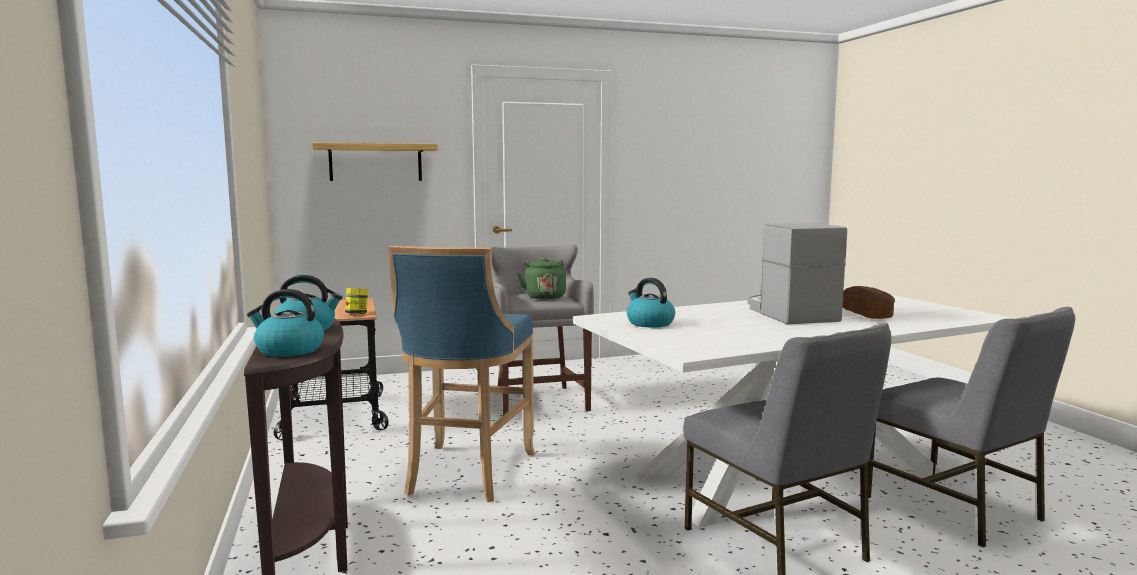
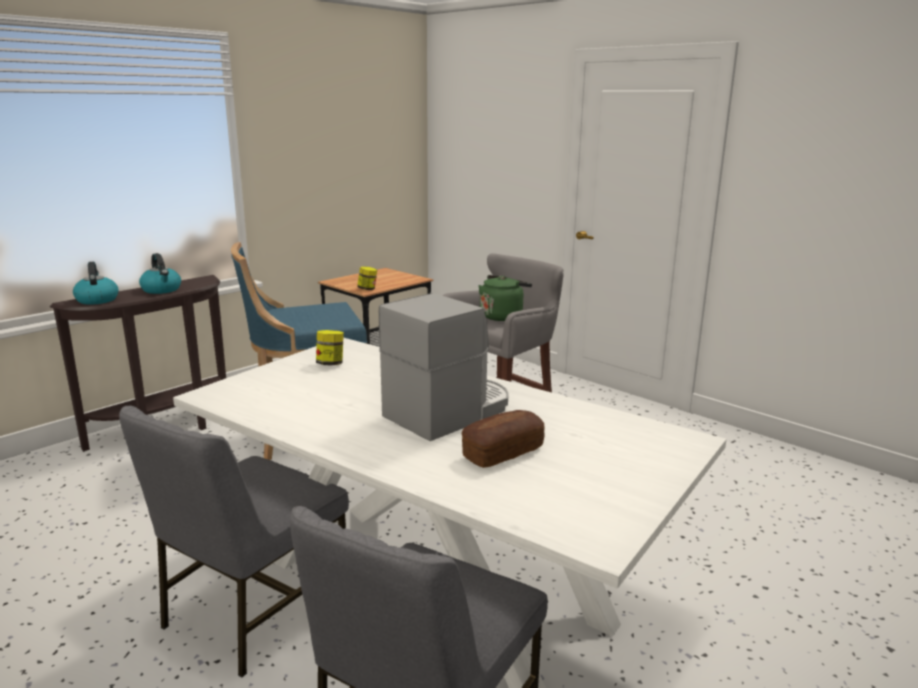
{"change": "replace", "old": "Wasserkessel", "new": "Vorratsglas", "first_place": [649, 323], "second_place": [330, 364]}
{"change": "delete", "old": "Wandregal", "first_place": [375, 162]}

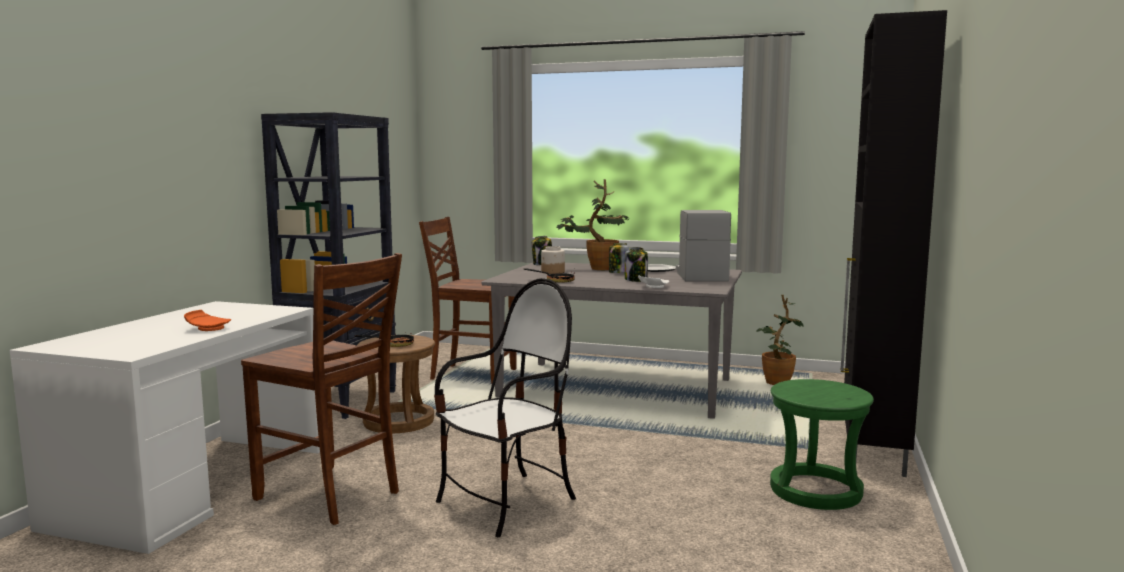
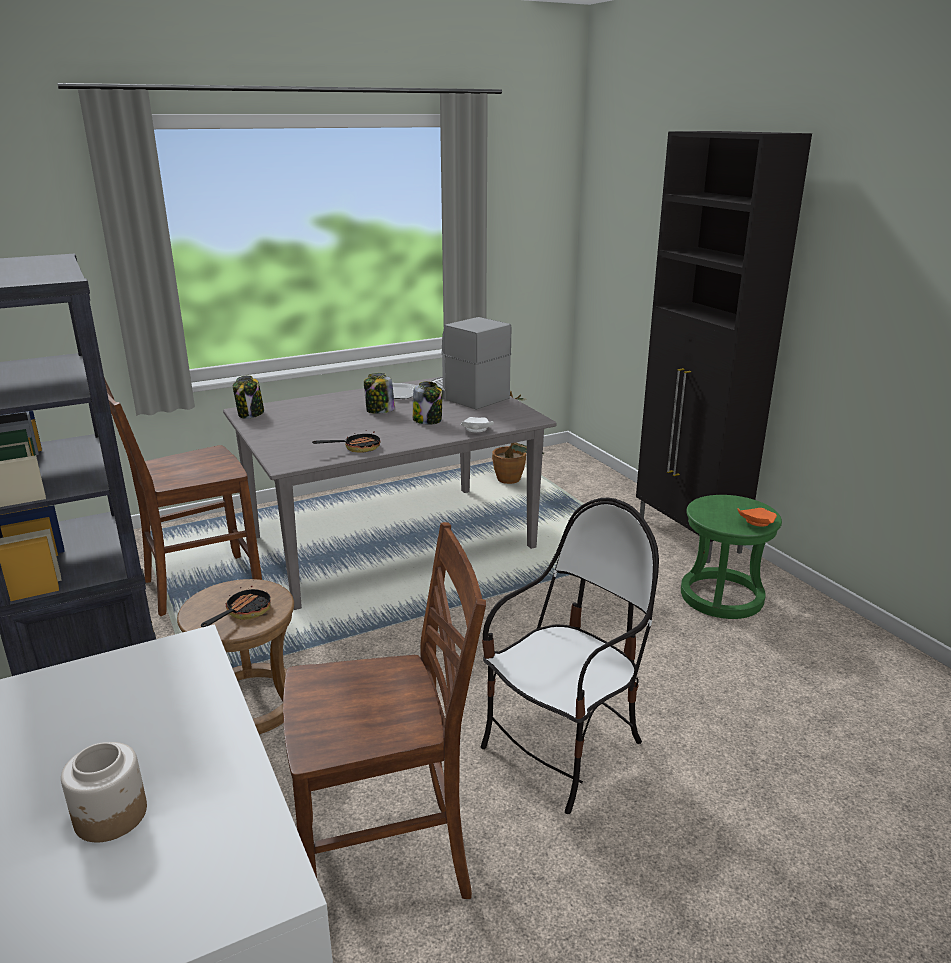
{"change": "move", "old": "Vorratsglas", "first_place": [552, 272], "second_place": [111, 816]}
{"change": "rotate", "old": "Stuhl", "first_place": [507, 503], "second_place": [564, 750], "degrees": 45}
{"change": "move", "old": "Teller [orange]", "first_place": [208, 328], "second_place": [755, 522]}
{"change": "delete", "old": "Topfpflanze", "first_place": [596, 268]}

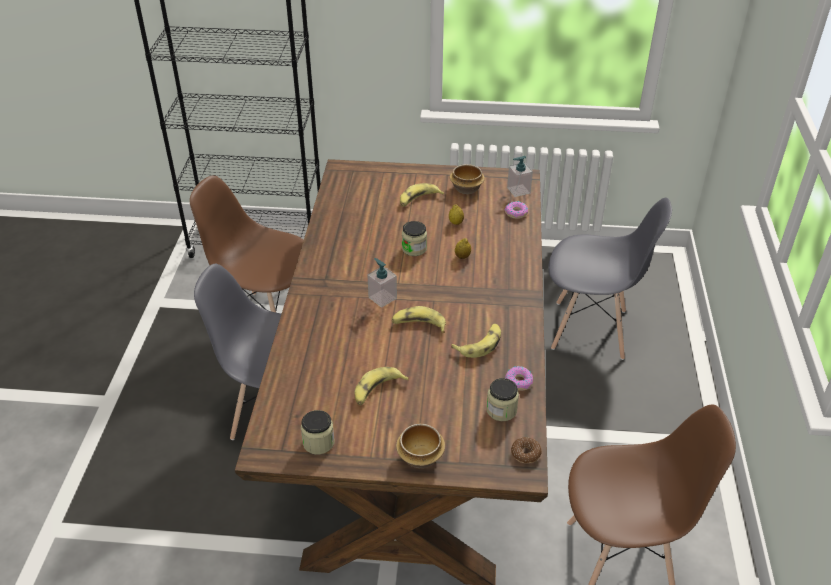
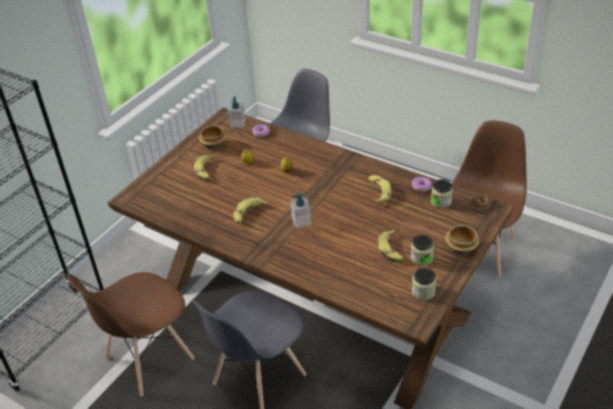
{"change": "move", "old": "Banane", "first_place": [418, 325], "second_place": [248, 214]}
{"change": "move", "old": "Vorratsglas", "first_place": [414, 248], "second_place": [421, 258]}

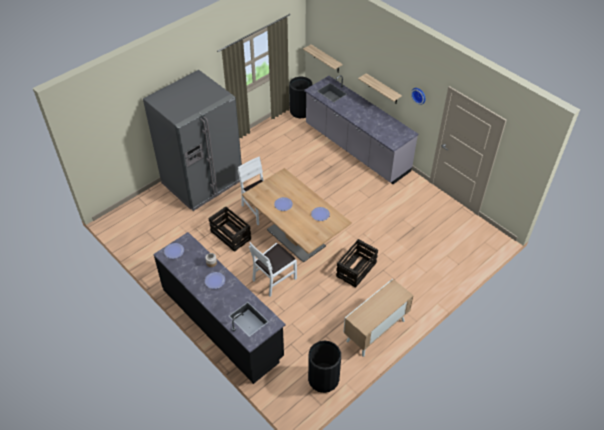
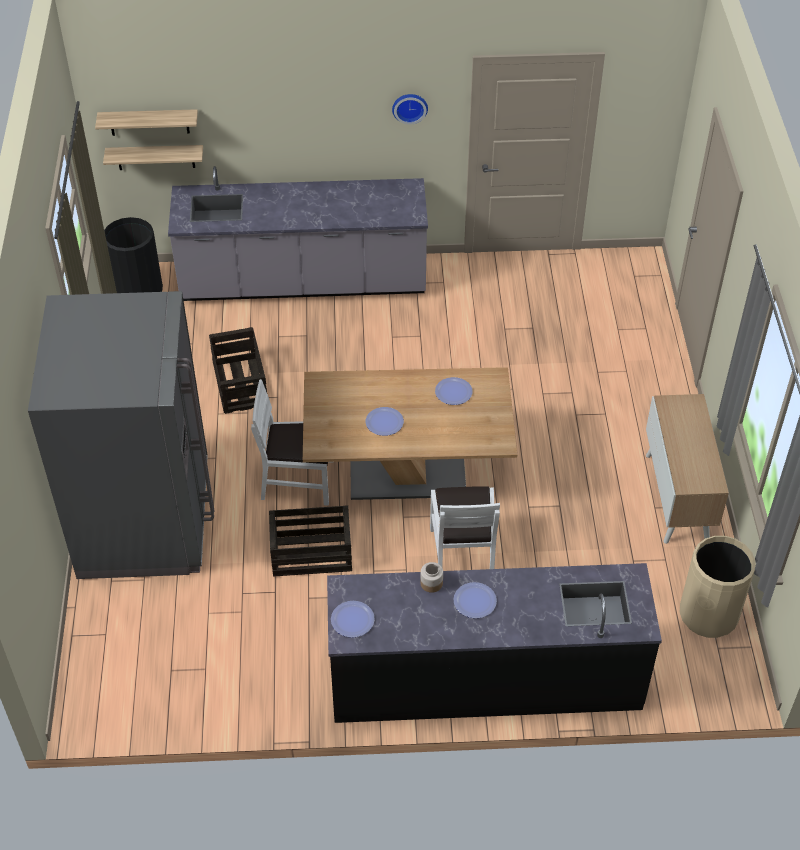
{"change": "move", "old": "Wandregal", "first_place": [383, 89], "second_place": [149, 122]}
{"change": "move", "old": "Kiste", "first_place": [356, 269], "second_place": [239, 383]}
{"change": "recolor", "old": "Mülleimer [schwarz]", "new": "Mülleimer [beige]", "first_place": [323, 379], "second_place": [708, 614]}

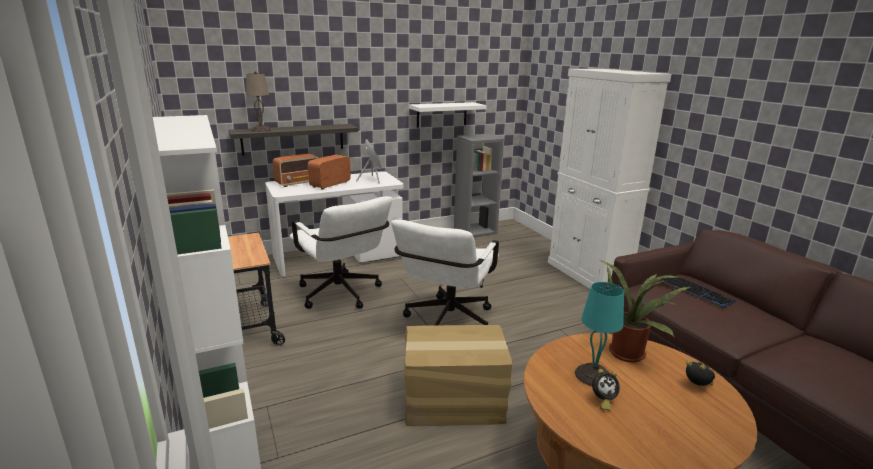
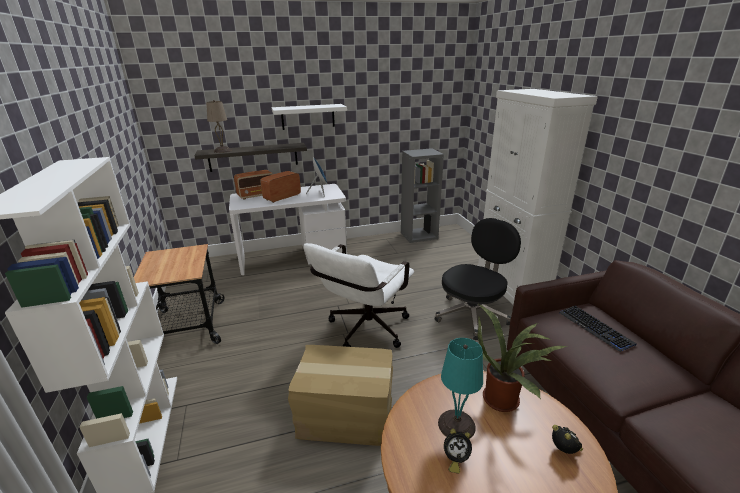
{"change": "move", "old": "Wandregal [weiß]", "first_place": [441, 114], "second_place": [308, 117]}
{"change": "insert", "new": "Bürostuhl [schwarz]", "second_place": [472, 315]}
{"change": "delete", "old": "Bürostuhl [weiß]", "first_place": [342, 295]}

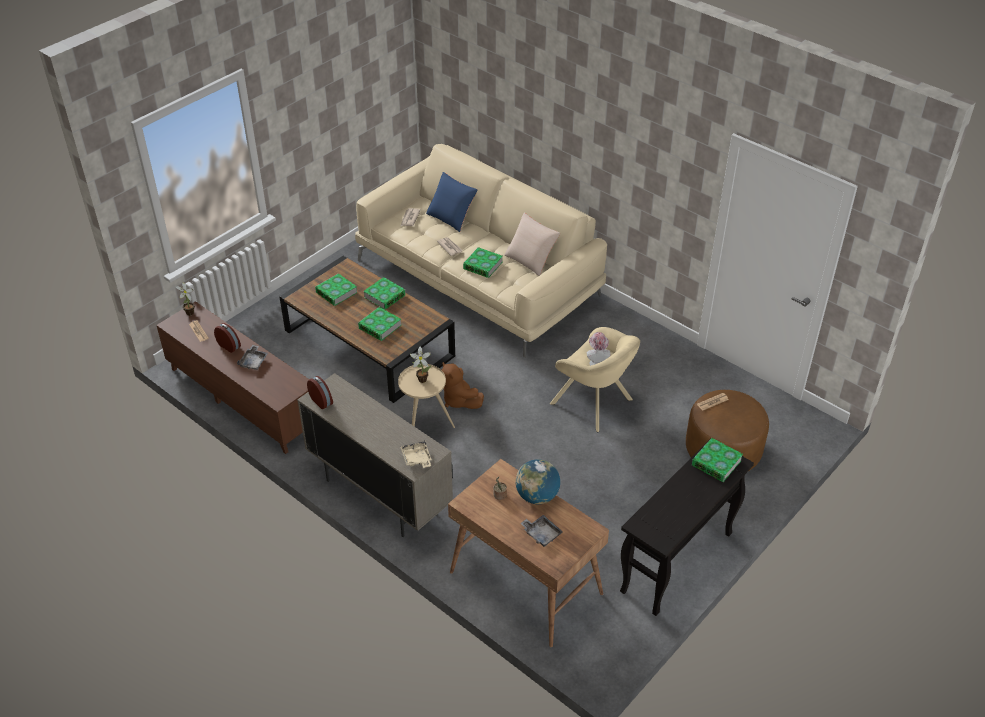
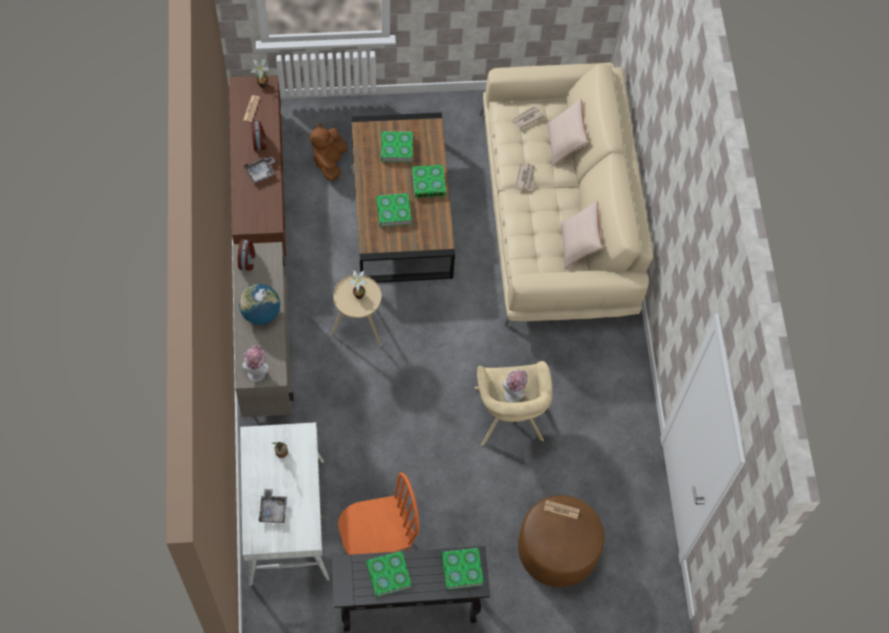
{"change": "move", "old": "Globus", "first_place": [537, 496], "second_place": [261, 313]}
{"change": "recolor", "old": "Schreibtisch [braun]", "new": "Schreibtisch [weiß]", "first_place": [524, 583], "second_place": [286, 521]}
{"change": "replace", "old": "Tablett [beige]", "new": "Hut", "first_place": [416, 459], "second_place": [257, 370]}
{"change": "move", "old": "Plüschtier [braun]", "first_place": [459, 400], "second_place": [329, 161]}
{"change": "insert", "new": "Stuhl [orange]", "second_place": [378, 548]}
{"change": "move", "old": "Buch", "first_place": [483, 265], "second_place": [388, 575]}
{"change": "recolor", "old": "Kissen [blau]", "new": "Kissen [beige]", "first_place": [451, 217], "second_place": [564, 144]}

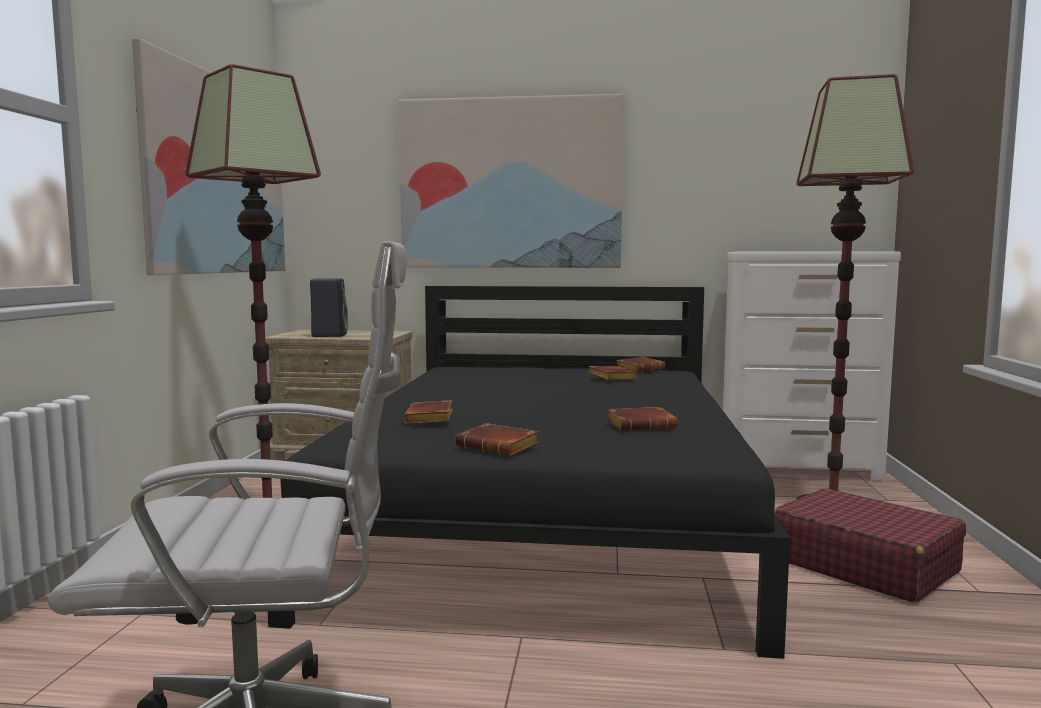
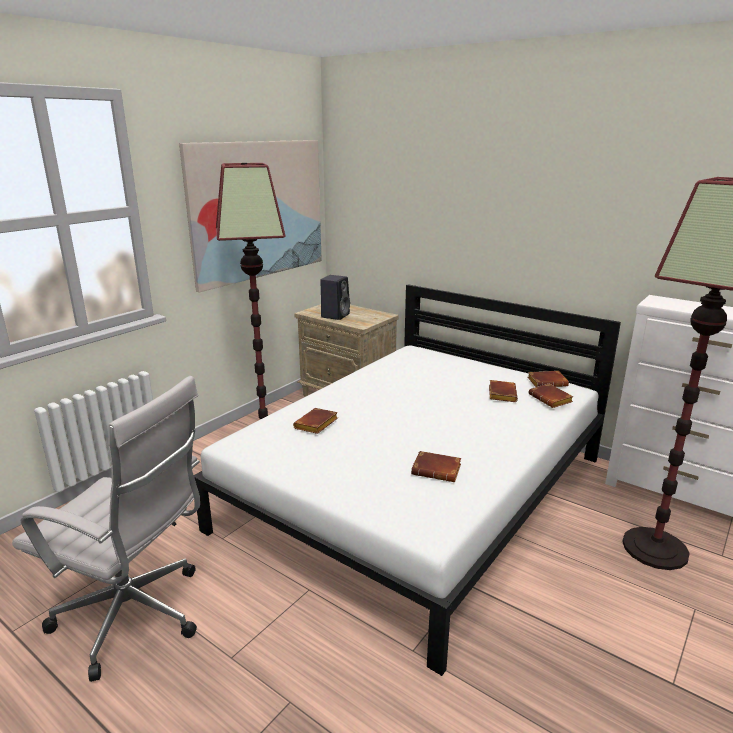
{"change": "recolor", "old": "Bett [schwarz]", "new": "Bett [weiß]", "first_place": [547, 520], "second_place": [418, 492]}
{"change": "move", "old": "Buch [braun]", "first_place": [500, 447], "second_place": [551, 399]}
{"change": "delete", "old": "Bild", "first_place": [510, 184]}
{"change": "delete", "old": "Koffer [rot]", "first_place": [862, 564]}

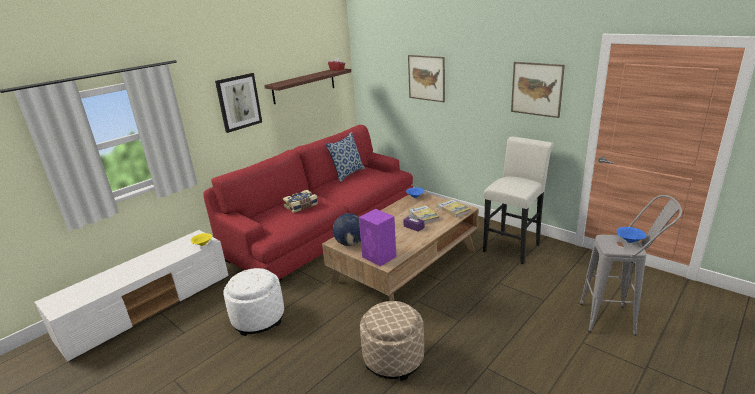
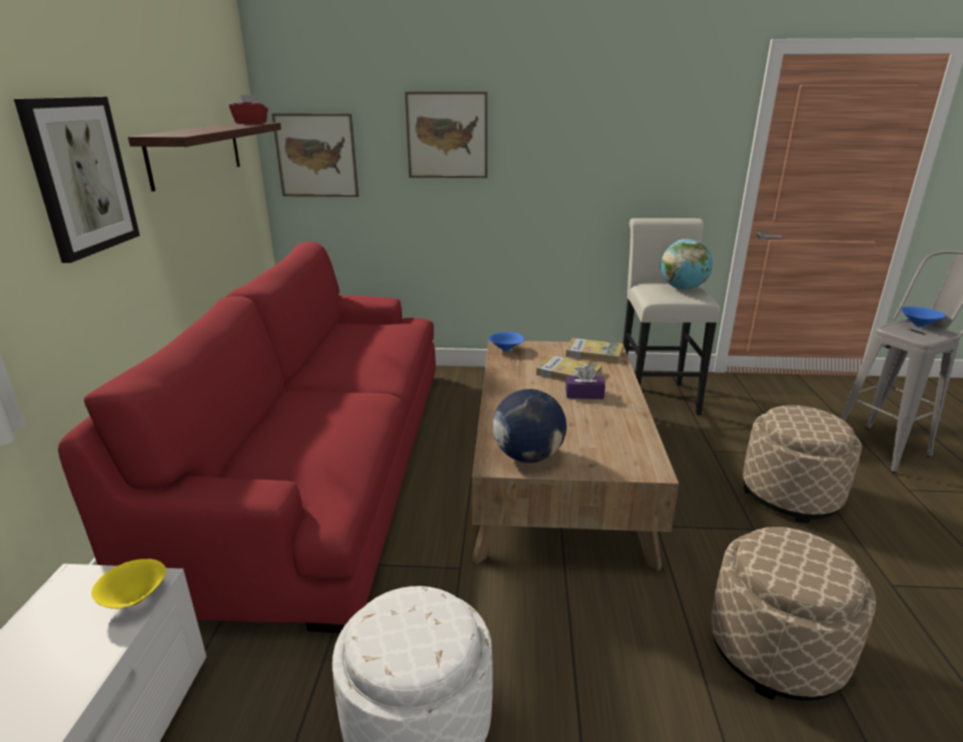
{"change": "move", "old": "Bild", "first_place": [536, 89], "second_place": [316, 155]}
{"change": "insert", "new": "Globus", "second_place": [682, 289]}
{"change": "insert", "new": "Polsterhocker [beige]", "second_place": [790, 495]}
{"change": "delete", "old": "Buch", "first_place": [301, 206]}
{"change": "delete", "old": "Kissen", "first_place": [347, 174]}
{"change": "delete", "old": "Lautsprecher [lila]", "first_place": [379, 257]}

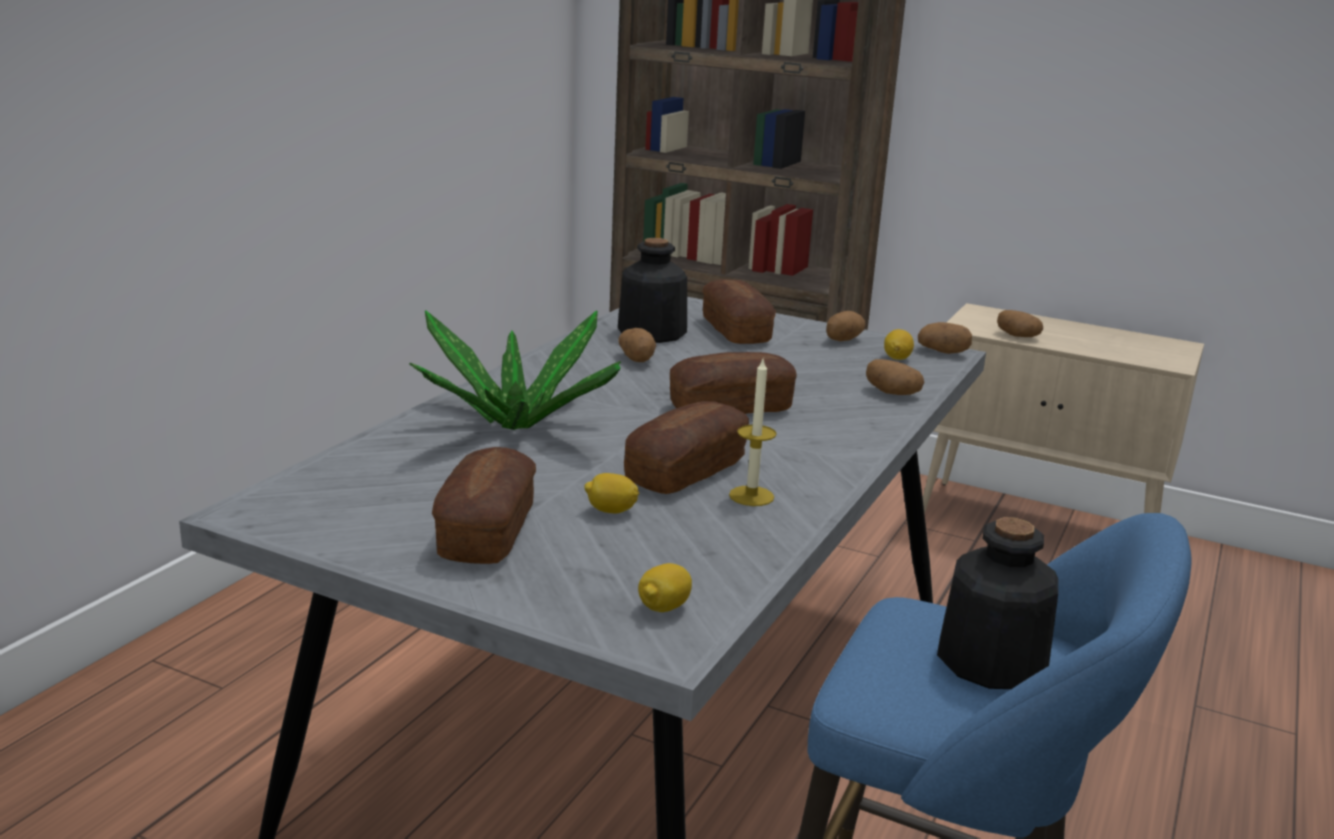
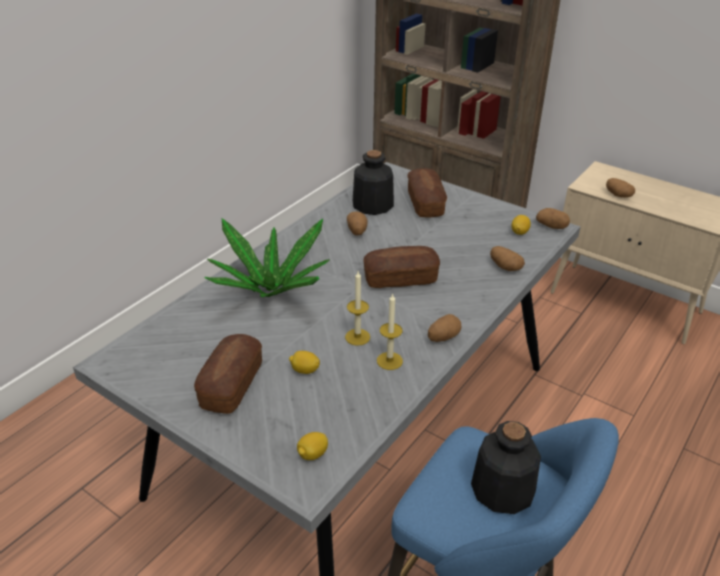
{"change": "replace", "old": "Brot", "new": "Kerze", "first_place": [686, 471], "second_place": [357, 337]}
{"change": "move", "old": "Kartoffel", "first_place": [842, 339], "second_place": [443, 337]}

